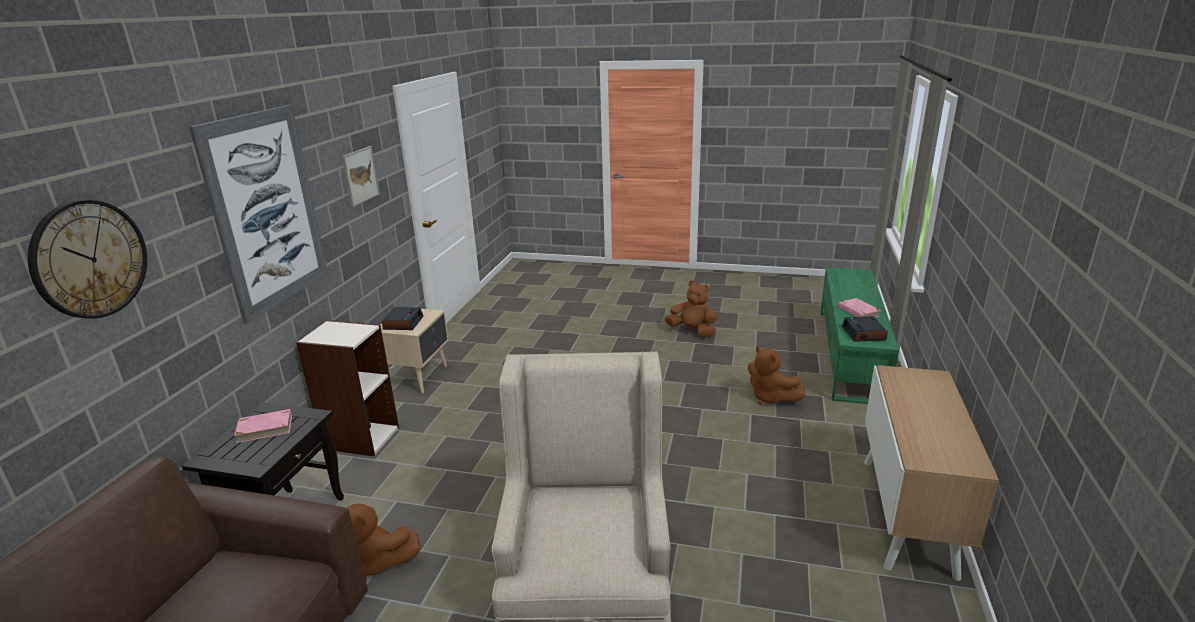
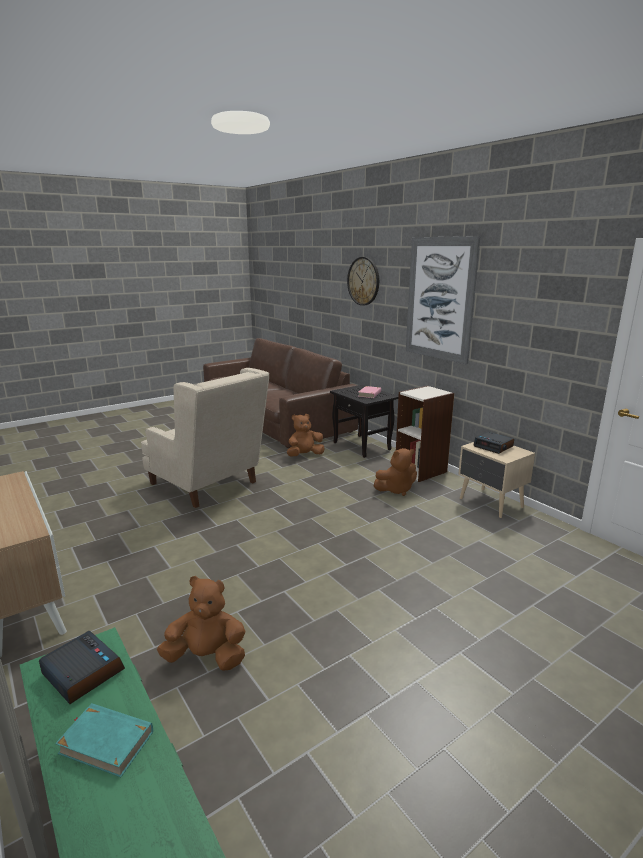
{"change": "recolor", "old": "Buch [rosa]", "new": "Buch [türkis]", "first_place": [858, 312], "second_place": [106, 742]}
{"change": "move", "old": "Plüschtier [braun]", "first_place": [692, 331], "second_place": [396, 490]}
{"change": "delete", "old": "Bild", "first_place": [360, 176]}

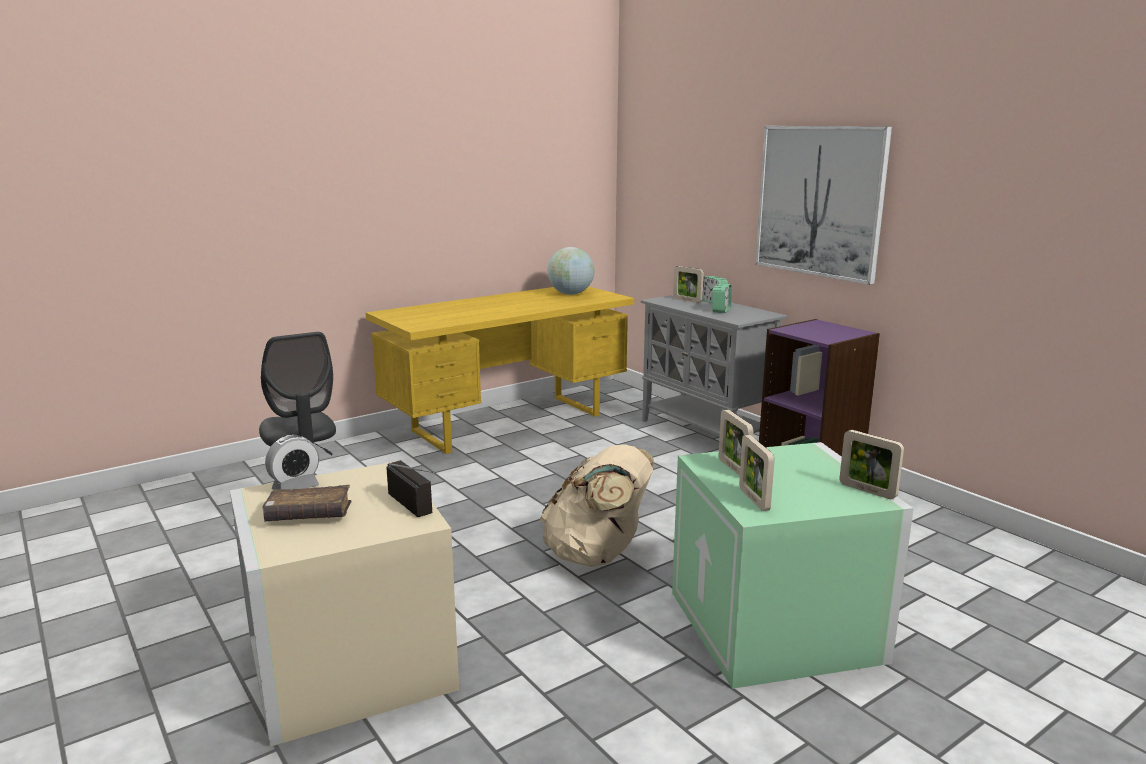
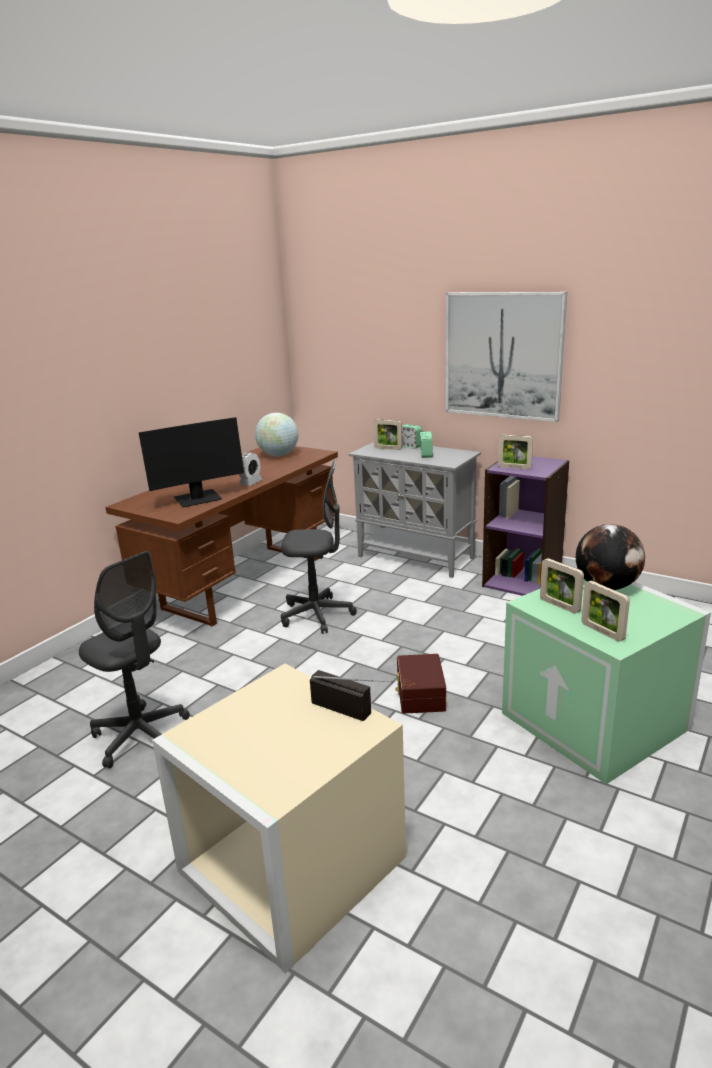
{"change": "recolor", "old": "Schreibtisch [gelb]", "new": "Schreibtisch [braun]", "first_place": [508, 422], "second_place": [245, 581]}
{"change": "insert", "new": "Monitor", "second_place": [198, 499]}
{"change": "move", "old": "Wecker", "first_place": [295, 488], "second_place": [251, 482]}
{"change": "insert", "new": "Bürostuhl [grau]", "second_place": [317, 615]}
{"change": "replace", "old": "Rucksack [beige]", "new": "Aufbewahrungsbox [braun]", "first_place": [597, 555], "second_place": [419, 694]}
{"change": "move", "old": "Bilderrahmen", "first_place": [867, 491], "second_place": [514, 467]}
{"change": "insert", "new": "Globus", "second_place": [606, 586]}
{"change": "delete", "old": "Buch [braun]", "first_place": [309, 515]}

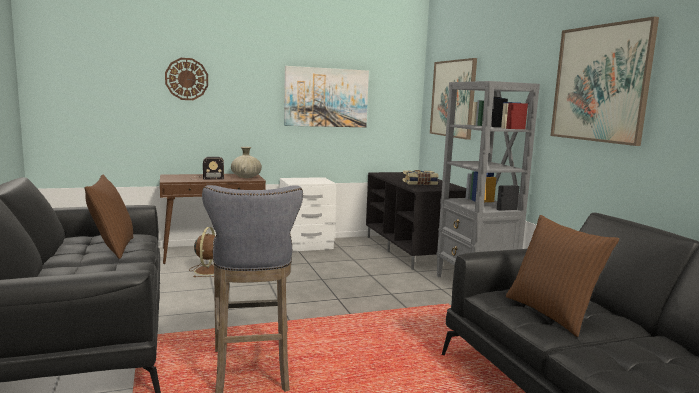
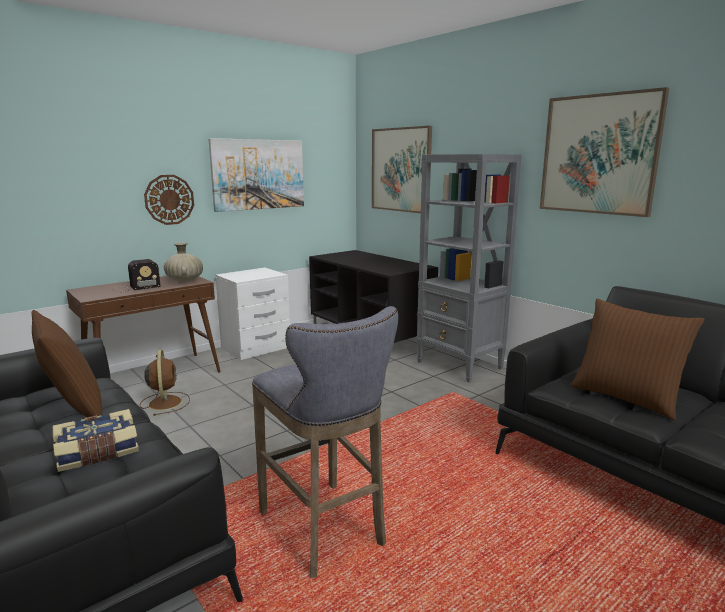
{"change": "move", "old": "Buch", "first_place": [420, 183], "second_place": [98, 452]}
{"change": "move", "old": "Wanduhr", "first_place": [186, 79], "second_place": [169, 199]}

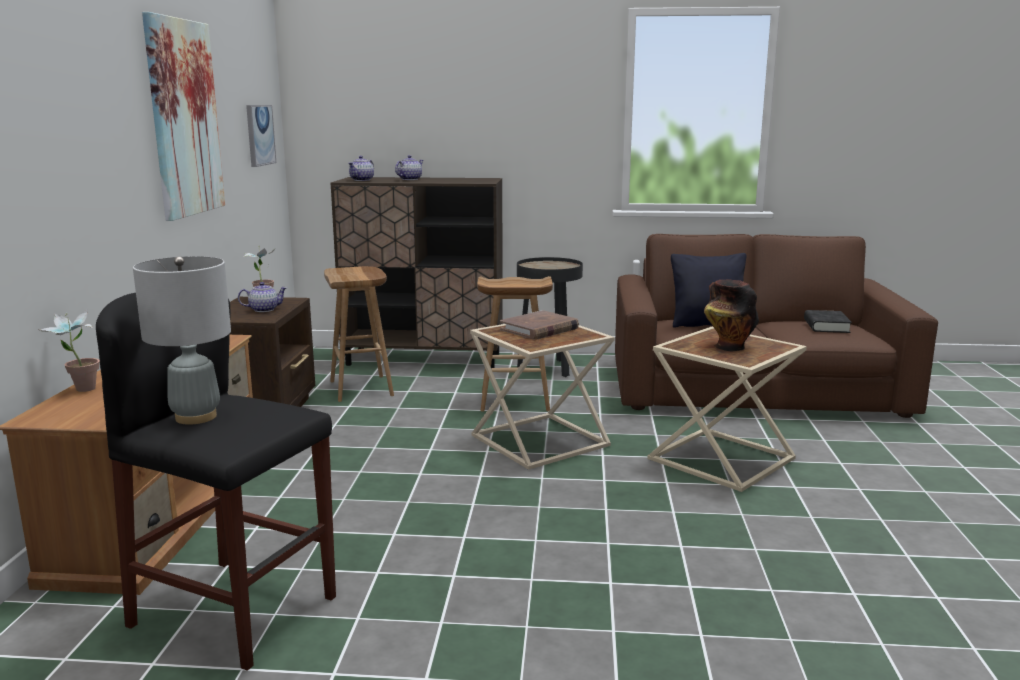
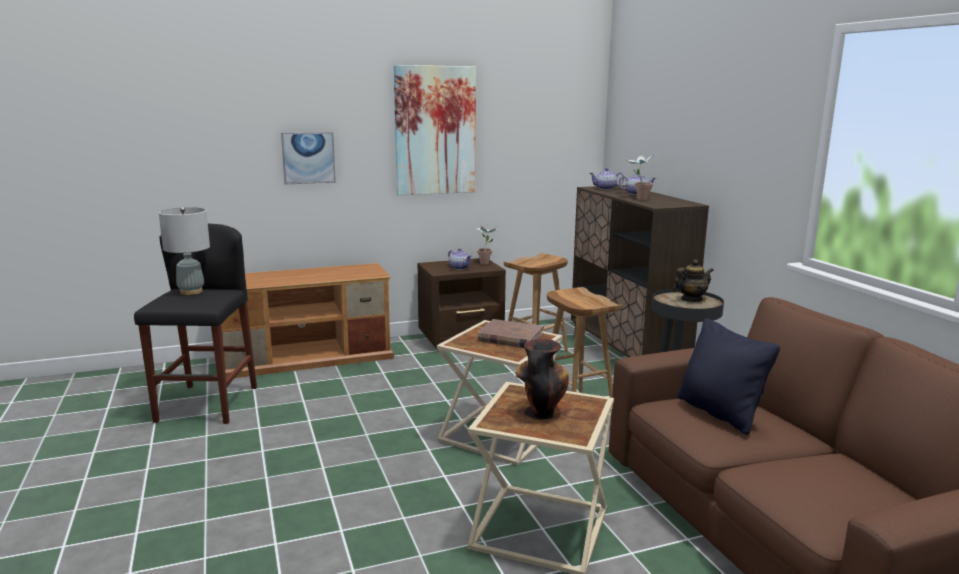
{"change": "move", "old": "Bild", "first_place": [259, 135], "second_place": [308, 157]}
{"change": "move", "old": "Topfpflanze", "first_place": [79, 390], "second_place": [638, 199]}
{"change": "insert", "new": "Teekanne", "second_place": [691, 299]}
{"change": "delete", "old": "Buch [schwarz]", "first_place": [826, 326]}

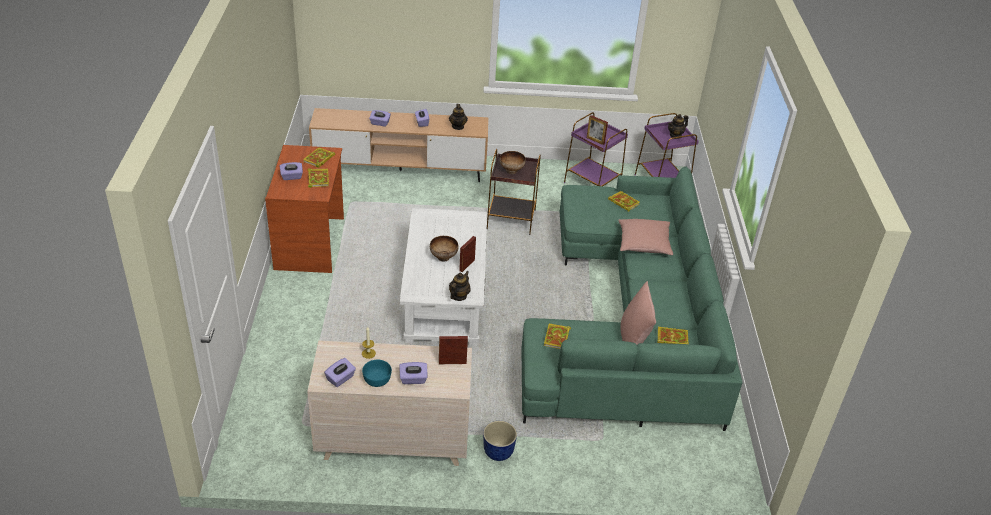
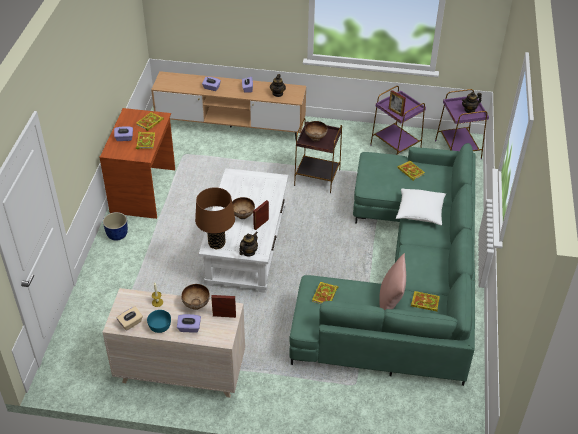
{"change": "move", "old": "Pflanzkübel", "first_place": [498, 453], "second_place": [117, 235]}
{"change": "recolor", "old": "Taschentuchbox [lila]", "new": "Taschentuchbox [beige]", "first_place": [340, 379], "second_place": [131, 323]}
{"change": "insert", "new": "Schüssel", "second_place": [196, 305]}
{"change": "insert", "new": "Tischlampe [braun]", "second_place": [216, 244]}
{"change": "recolor", "old": "Kissen [rosa]", "new": "Kissen [weiß]", "first_place": [644, 244], "second_place": [420, 212]}

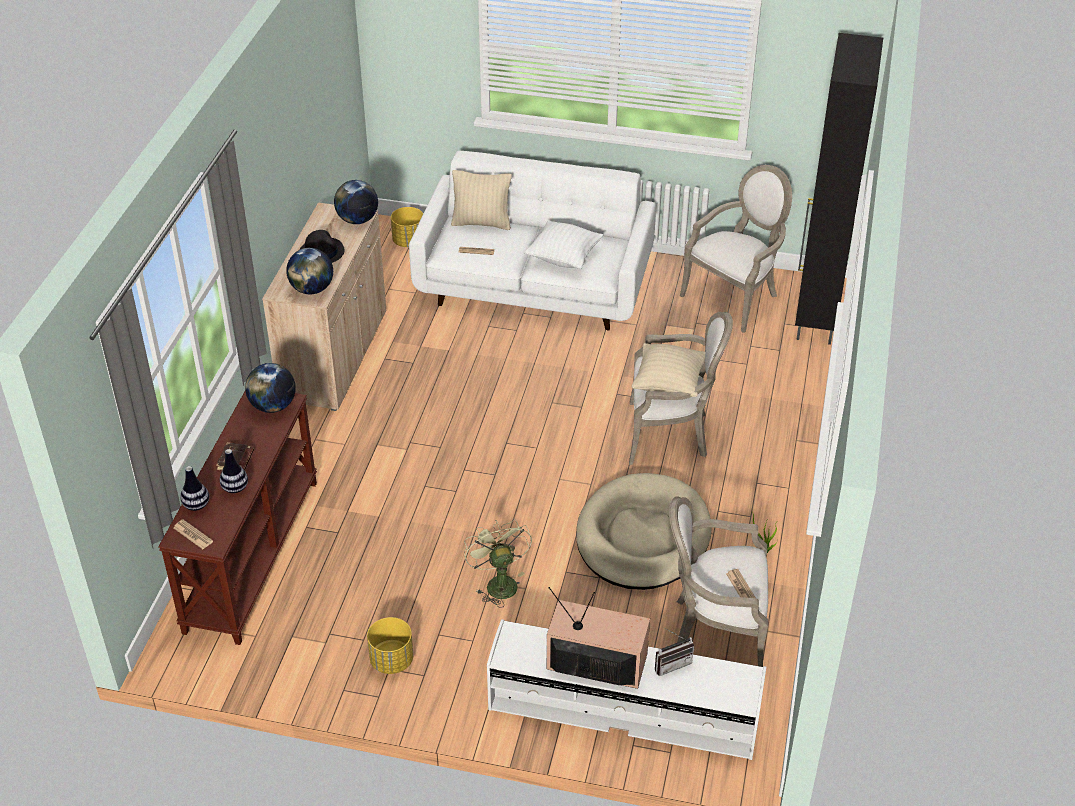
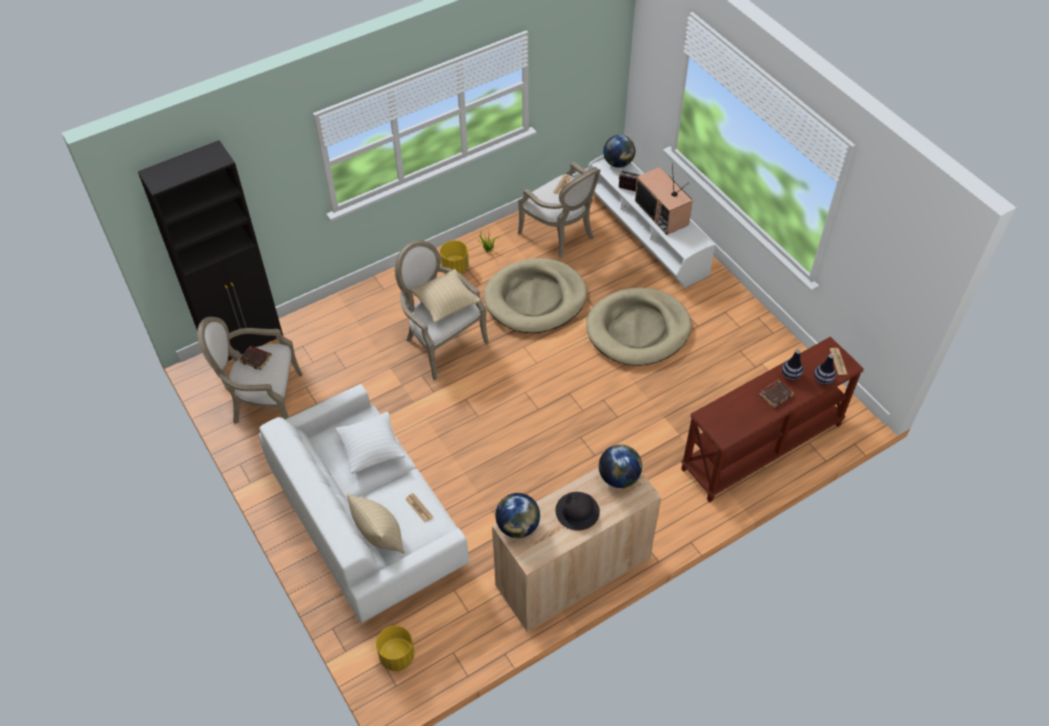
{"change": "insert", "new": "Buch [braun]", "second_place": [256, 359]}
{"change": "move", "old": "Pflanzkübel [gelb]", "first_place": [392, 661], "second_place": [455, 268]}
{"change": "replace", "old": "Ventilator [grün]", "new": "Hundebett [beige]", "first_place": [498, 582], "second_place": [638, 329]}
{"change": "move", "old": "Globus", "first_place": [273, 406], "second_place": [618, 163]}

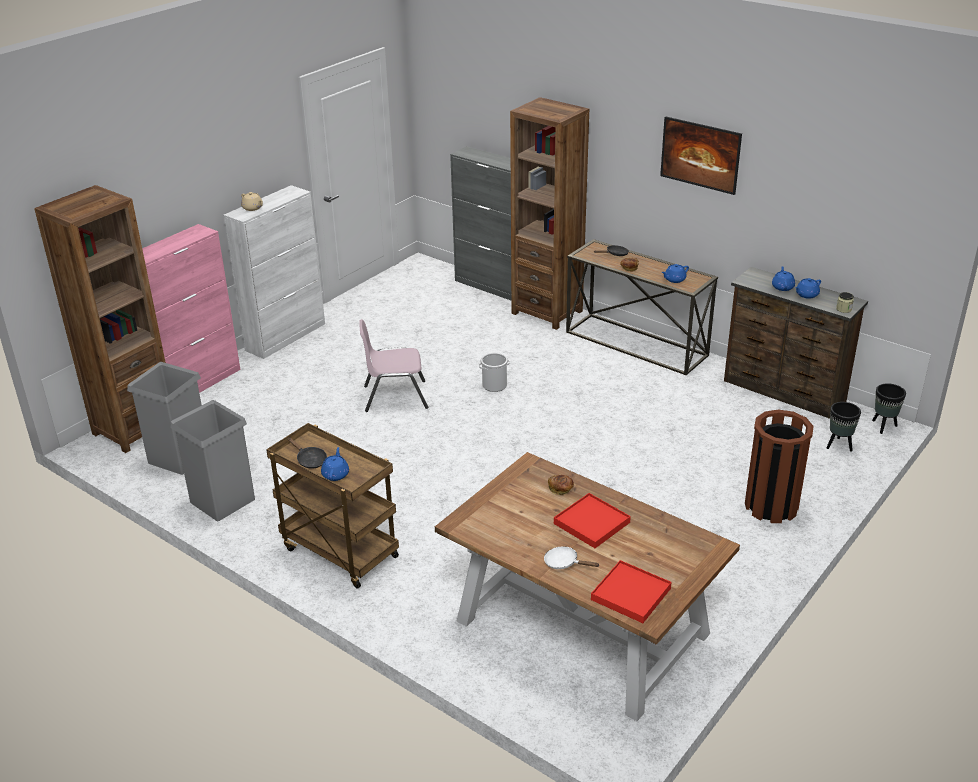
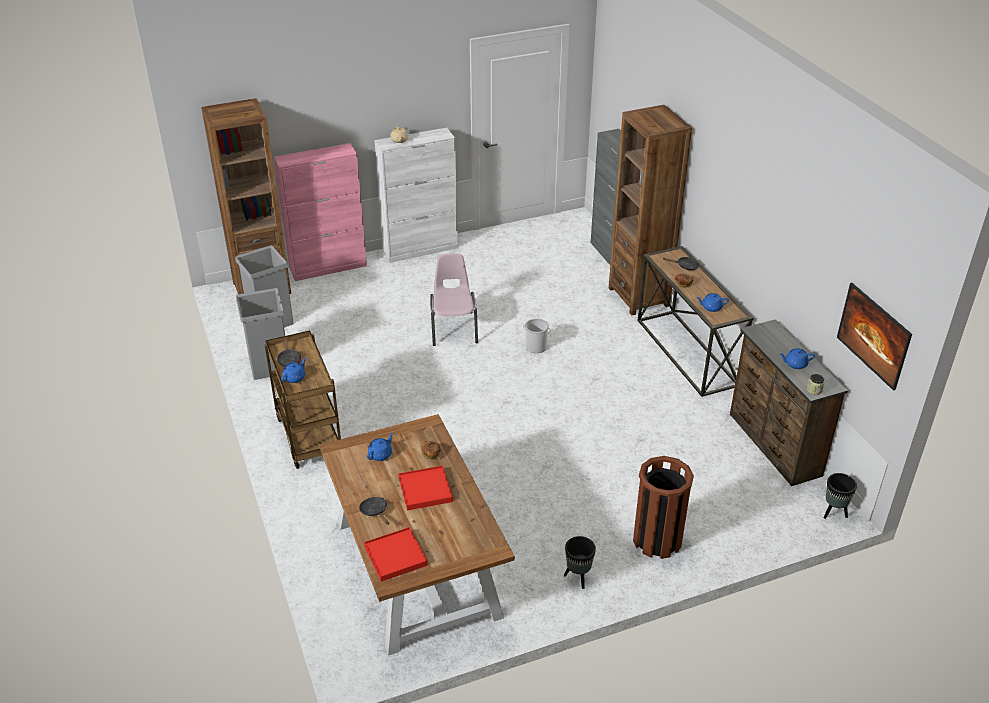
{"change": "recolor", "old": "Pfanne [weiß]", "new": "Pfanne [schwarz]", "first_place": [564, 563], "second_place": [375, 511]}
{"change": "move", "old": "Teekanne [blau]", "first_place": [782, 287], "second_place": [380, 454]}
{"change": "rotate", "old": "Stuhl [rosa]", "first_place": [395, 396], "second_place": [454, 328], "degrees": 60}
{"change": "move", "old": "Pflanzkübel [schwarz]", "first_place": [839, 446], "second_place": [578, 578]}
{"change": "move", "old": "Bild", "first_place": [699, 170], "second_place": [869, 349]}

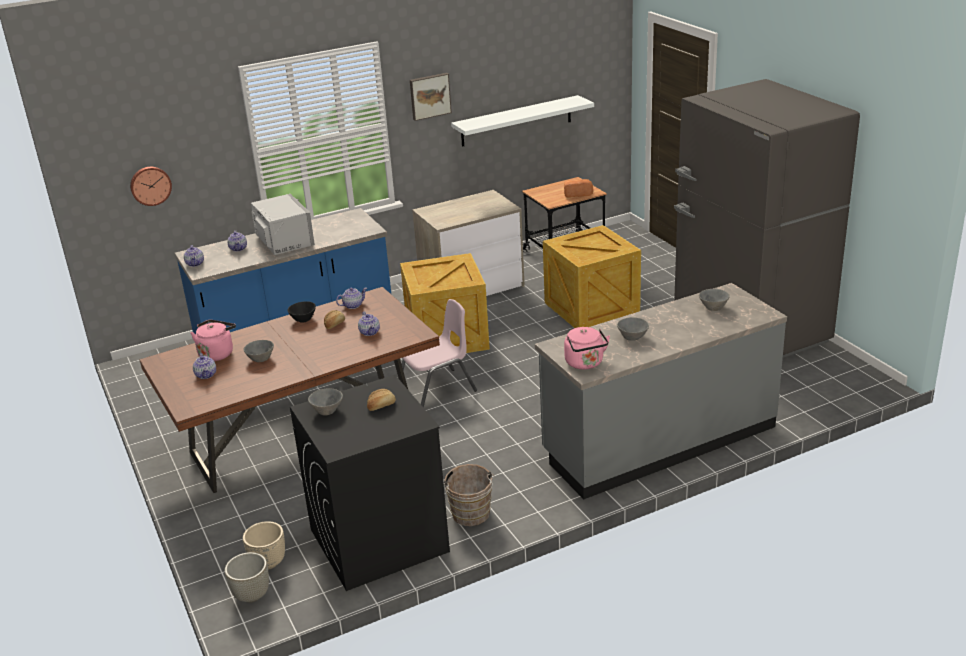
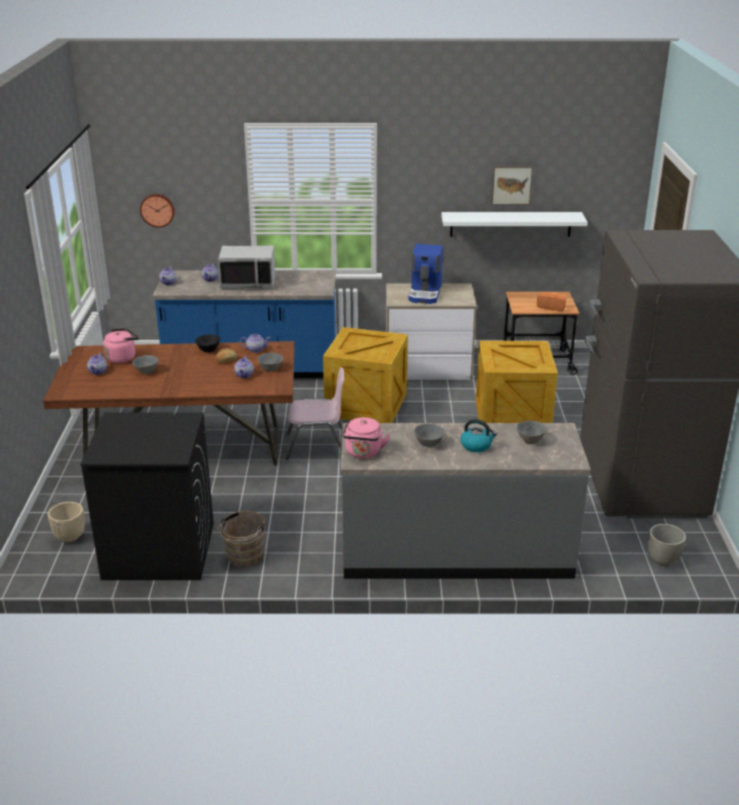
{"change": "rotate", "old": "Mikrowelle [grau]", "first_place": [284, 241], "second_place": [248, 282], "degrees": 90}
{"change": "move", "old": "Schüssel [grau]", "first_place": [328, 410], "second_place": [271, 369]}
{"change": "insert", "new": "Kaffeemaschine", "second_place": [425, 293]}
{"change": "insert", "new": "Wasserkessel", "second_place": [476, 446]}
{"change": "move", "old": "Bild", "first_place": [429, 96], "second_place": [511, 184]}
{"change": "move", "old": "Pflanzkübel [grau]", "first_place": [252, 595], "second_place": [662, 560]}
{"change": "delete", "old": "Brot", "first_place": [381, 405]}

